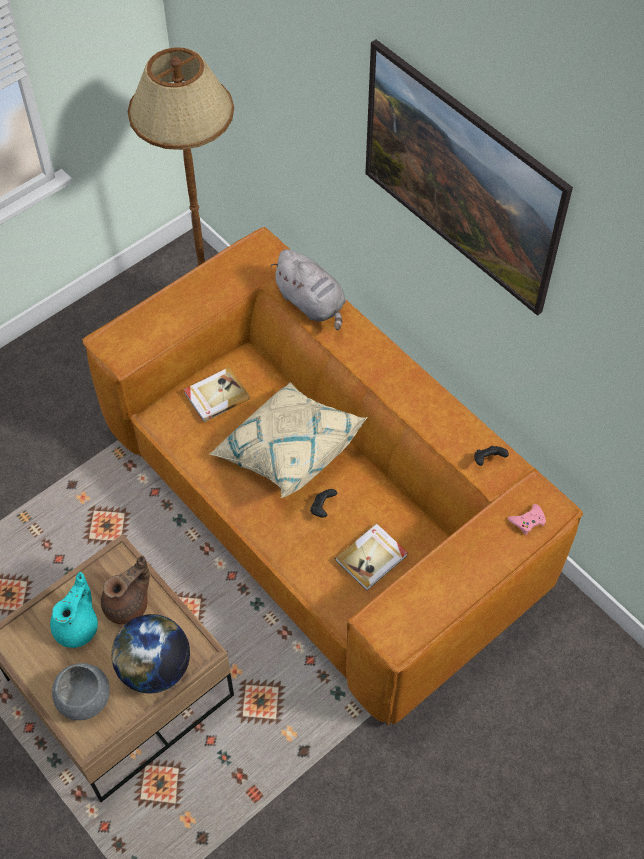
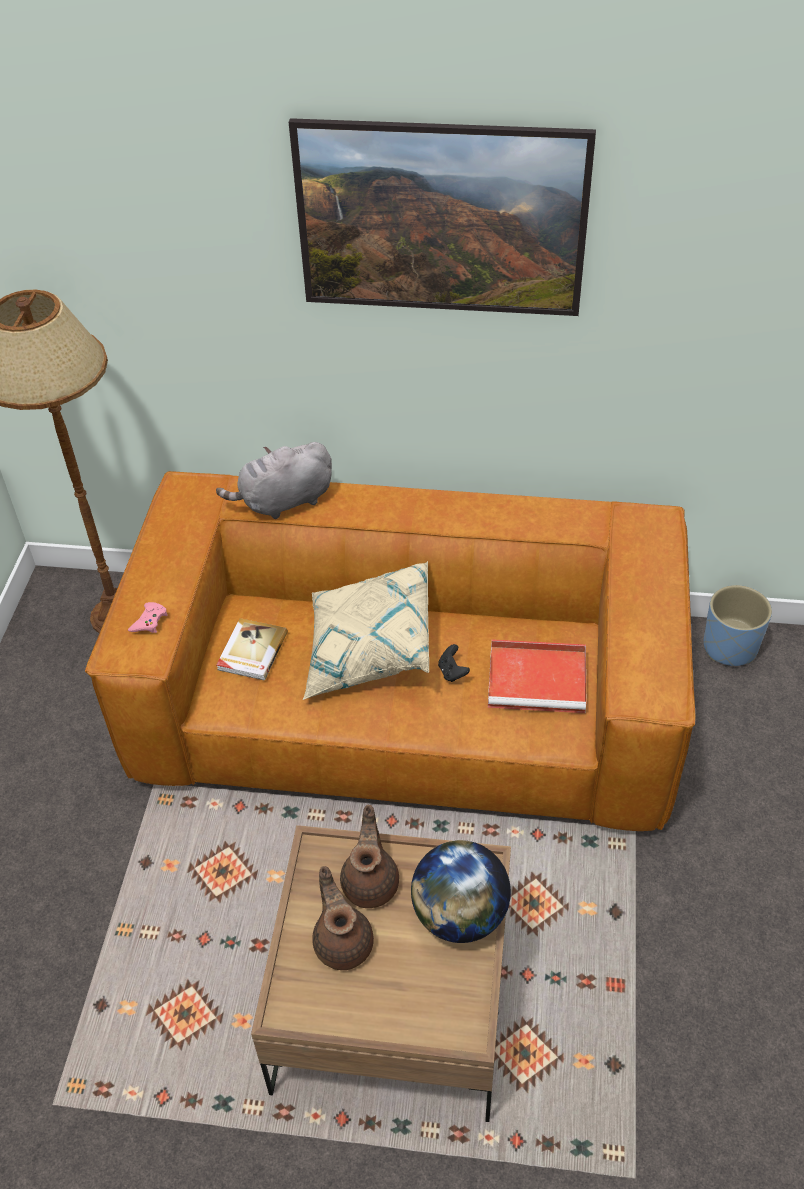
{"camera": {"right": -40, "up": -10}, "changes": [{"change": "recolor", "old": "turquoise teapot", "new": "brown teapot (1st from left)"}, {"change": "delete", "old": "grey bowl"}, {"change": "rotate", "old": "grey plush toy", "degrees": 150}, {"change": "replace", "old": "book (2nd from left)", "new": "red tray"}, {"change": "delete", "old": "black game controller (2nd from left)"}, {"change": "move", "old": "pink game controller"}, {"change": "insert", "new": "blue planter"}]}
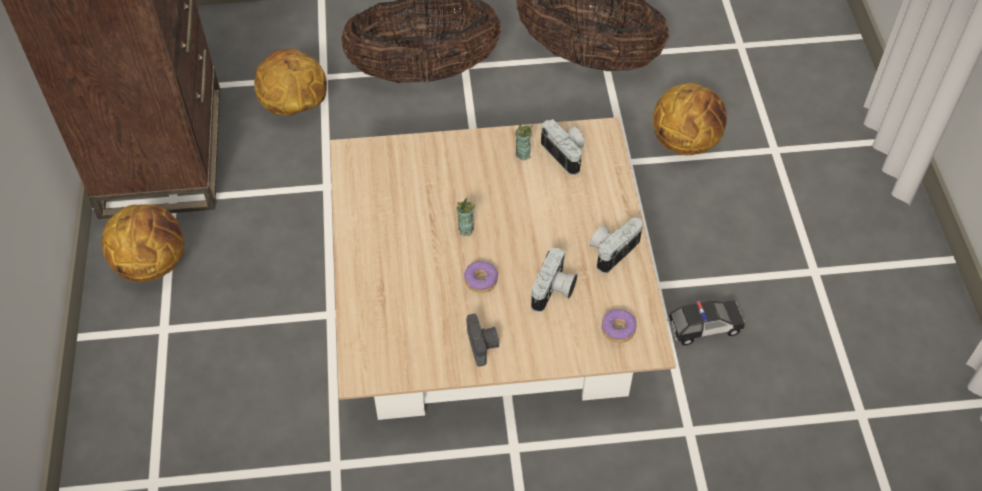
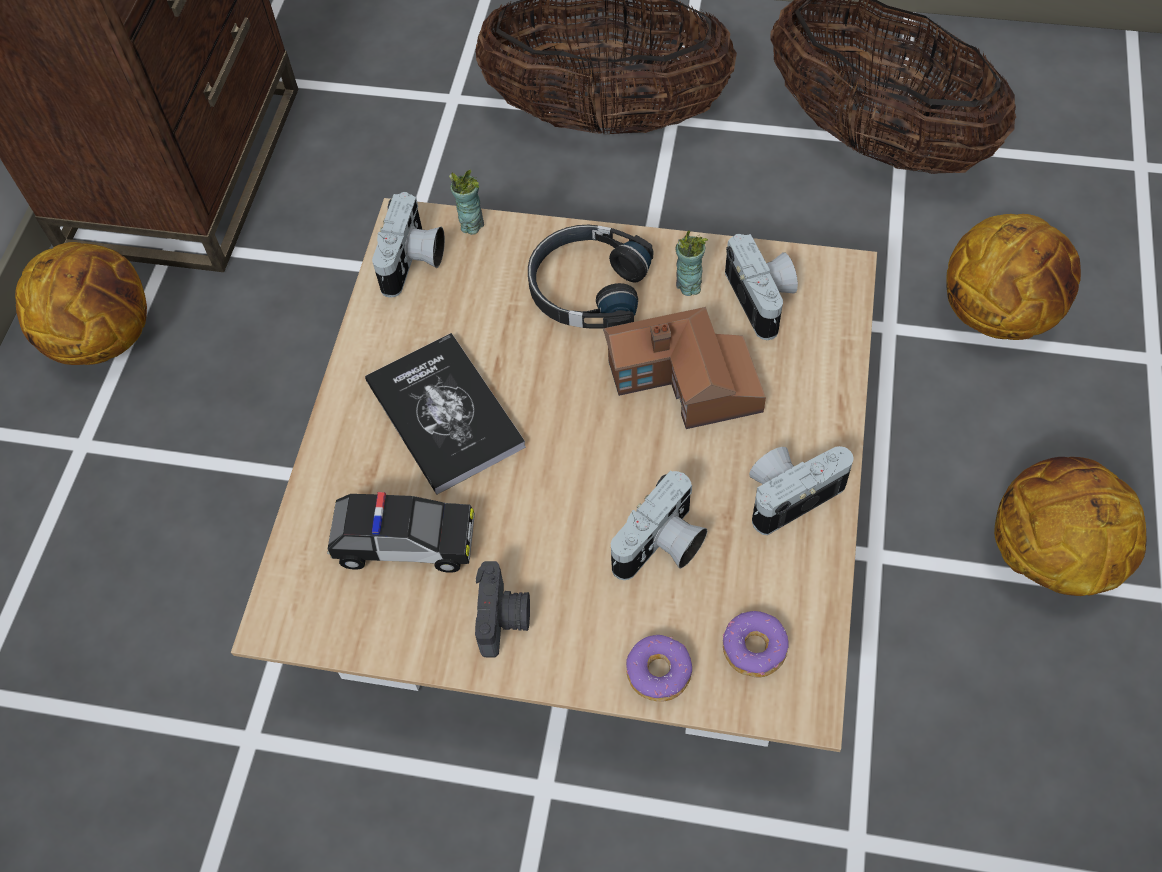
{"camera": {"right": 20, "up": 5}, "changes": [{"change": "move", "old": "basketball (2nd from left in the first image)", "new": "basketball (3rd from left)"}, {"change": "move", "old": "cup (1st from left)"}, {"change": "move", "old": "donut (1st from left)"}, {"change": "move", "old": "toy car"}, {"change": "insert", "new": "book"}, {"change": "insert", "new": "photo camera (1st from left)"}, {"change": "insert", "new": "black headphones"}, {"change": "insert", "new": "toy house"}]}
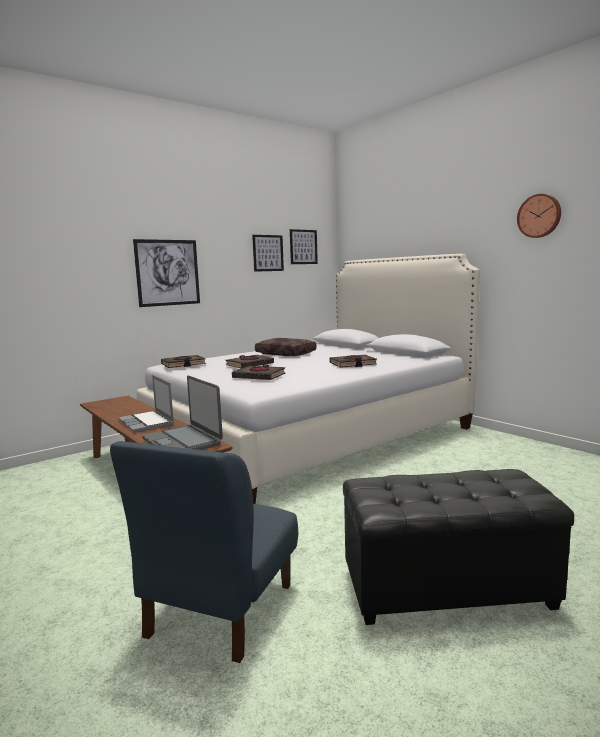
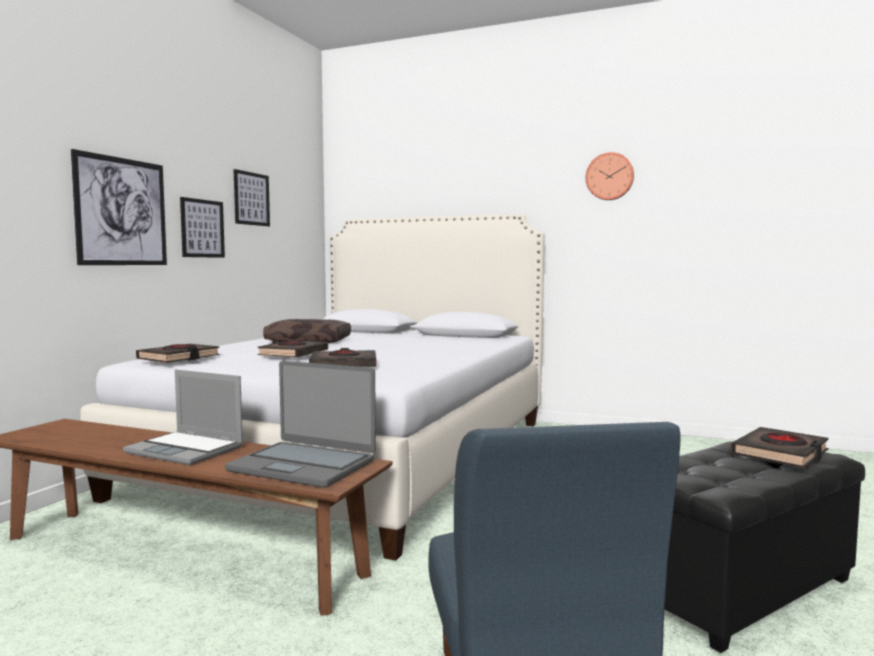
{"camera": {"right": -30, "up": -5}, "changes": [{"change": "move", "old": "picture (3rd from left in the first image)", "new": "picture (2nd from left)"}, {"change": "move", "old": "black book (4th from left)"}]}
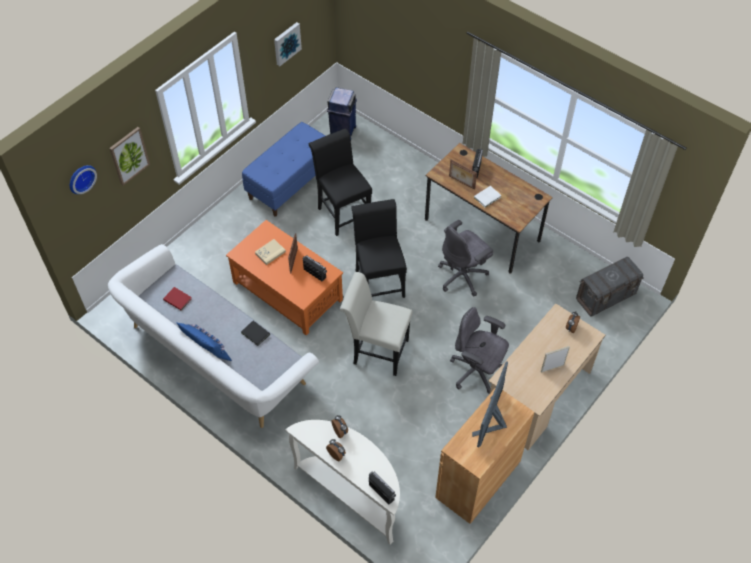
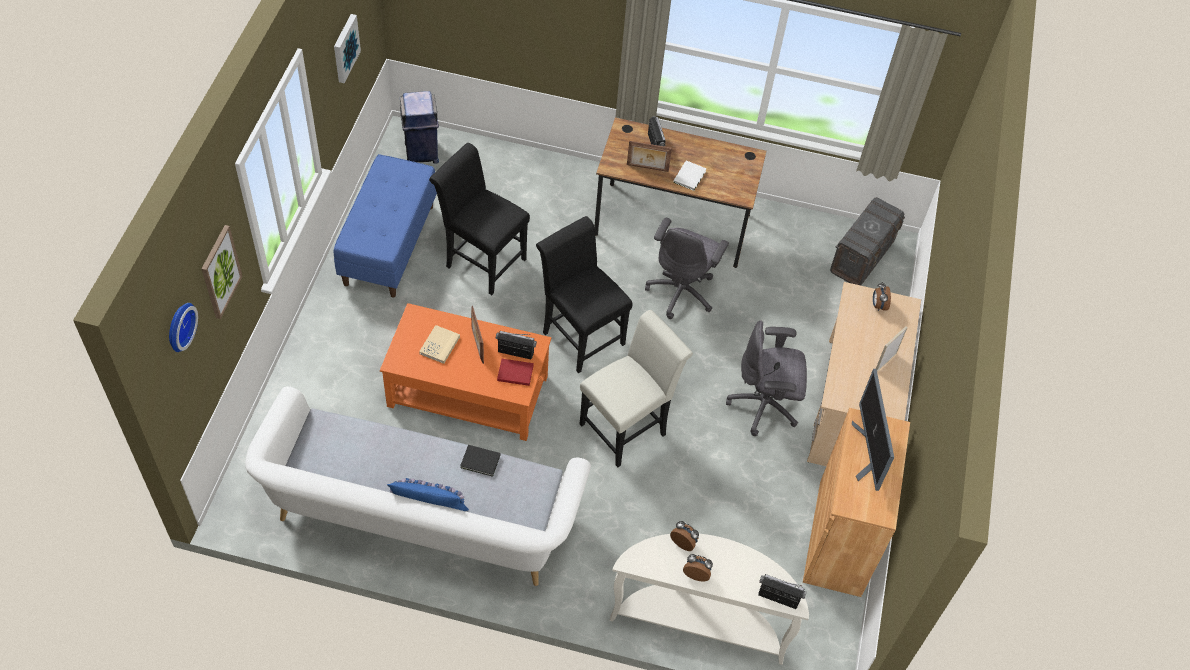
{"camera": {"right": -30, "up": 0}, "changes": [{"change": "move", "old": "red book"}, {"change": "rotate", "old": "white chair", "degrees": 150}]}
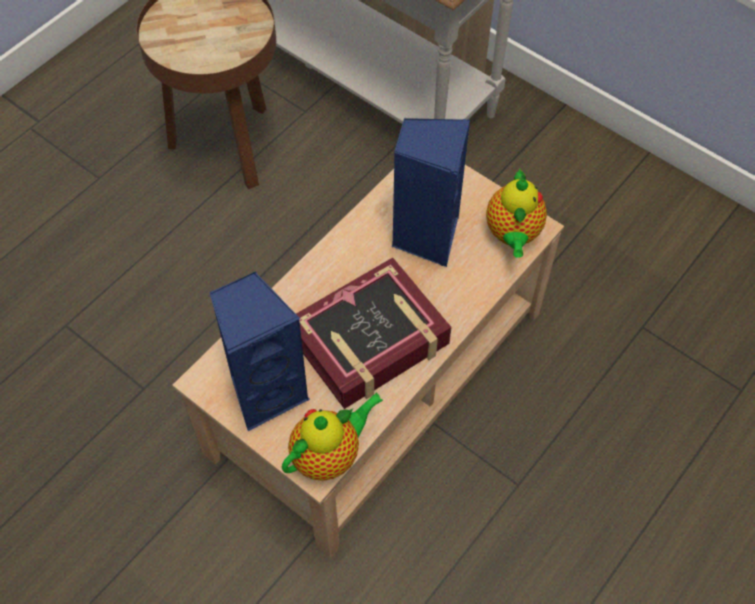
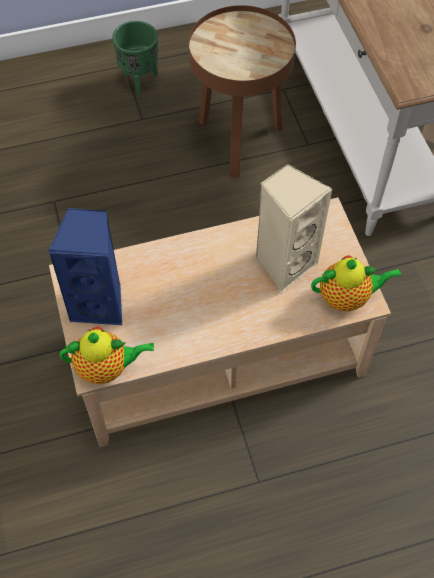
{"camera": {"right": 35, "up": 0}, "changes": [{"change": "delete", "old": "book"}, {"change": "recolor", "old": "blue speaker (2nd from left)", "new": "beige speaker"}, {"change": "rotate", "old": "teapot (2nd from left)", "degrees": -135}, {"change": "insert", "new": "green planter"}]}
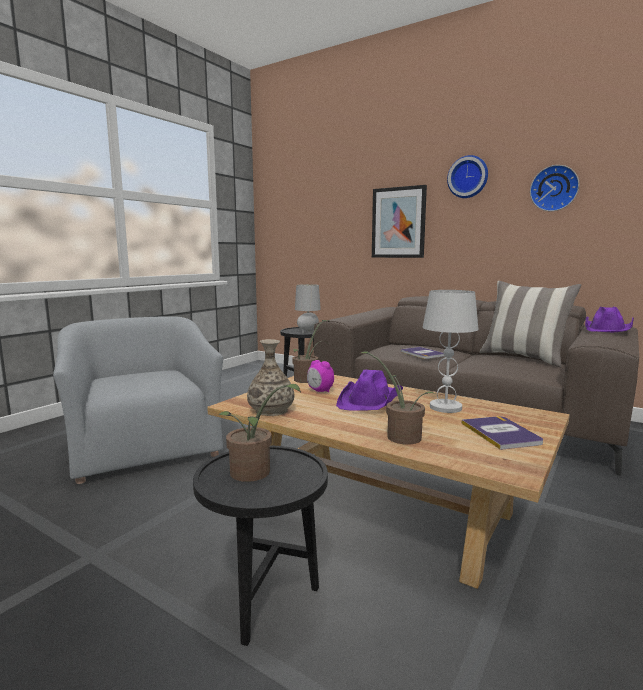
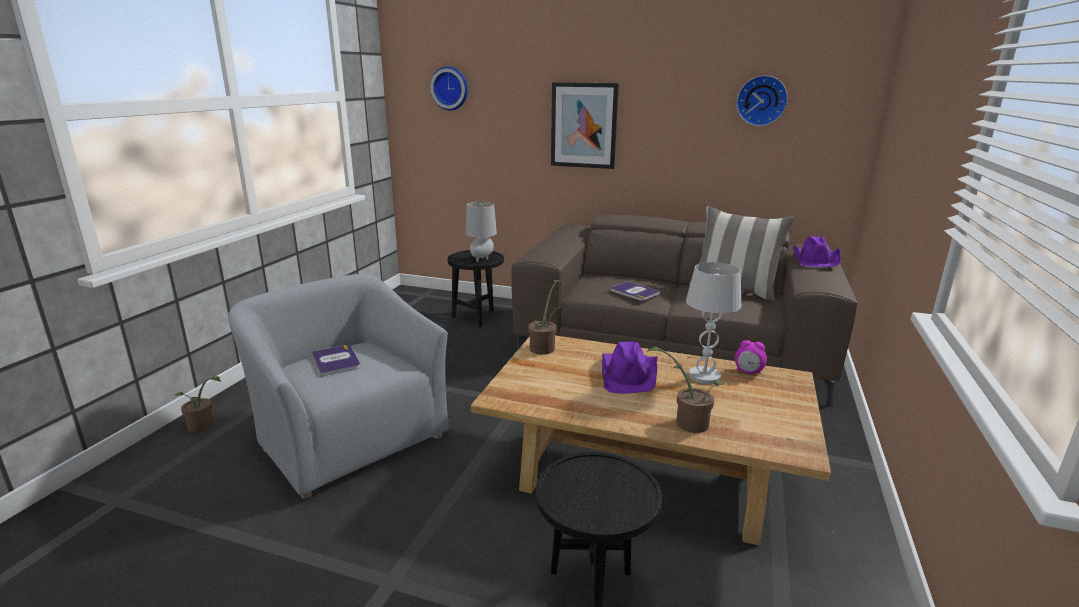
{"camera": {"right": -15, "up": 10}, "changes": [{"change": "move", "old": "potted plant (1st from left)"}, {"change": "delete", "old": "vase"}, {"change": "move", "old": "alarm clock"}, {"change": "move", "old": "wall clock (1st from left)"}, {"change": "move", "old": "book (2nd from left in the first image)", "new": "book (1st from left)"}]}
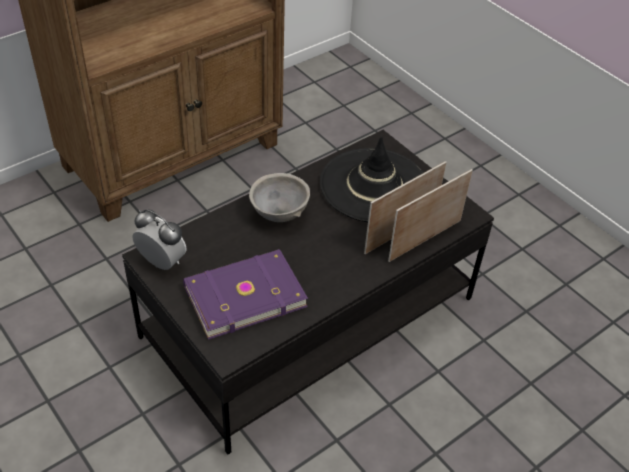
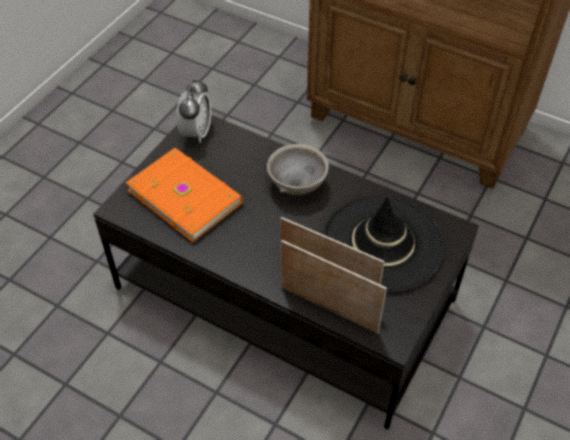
{"camera": {"right": 70, "up": 5}, "changes": [{"change": "recolor", "old": "purple book", "new": "orange book"}]}
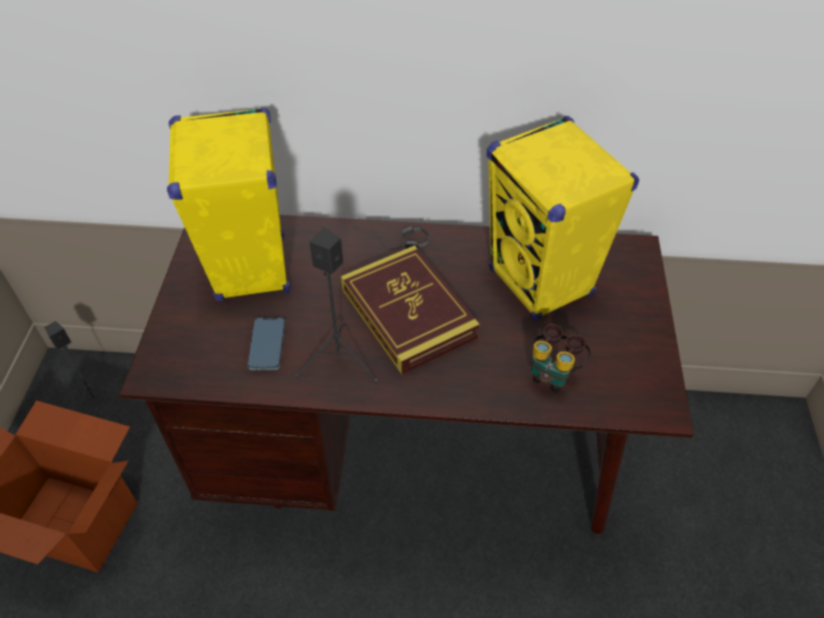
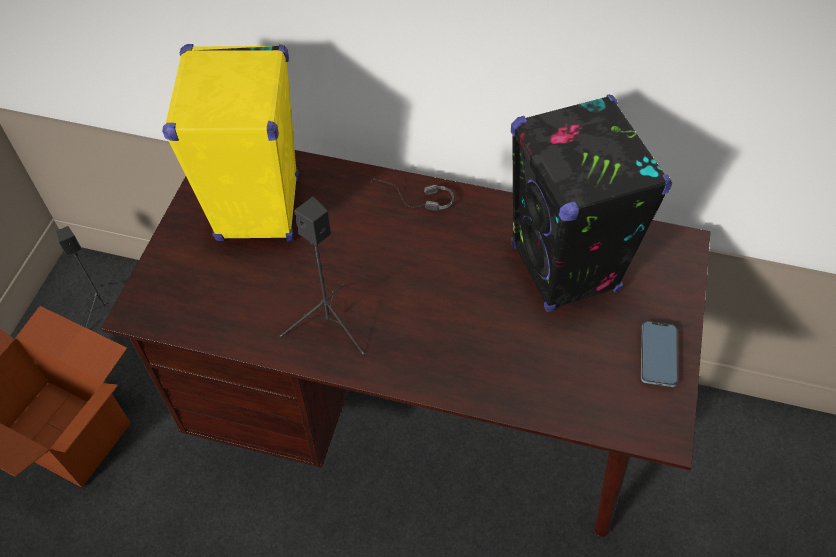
{"camera": {"right": 10, "up": 5}, "changes": [{"change": "move", "old": "phone"}, {"change": "delete", "old": "book"}, {"change": "recolor", "old": "yellow speaker (2nd from left)", "new": "black speaker (3rd from left)"}, {"change": "delete", "old": "binoculars"}]}
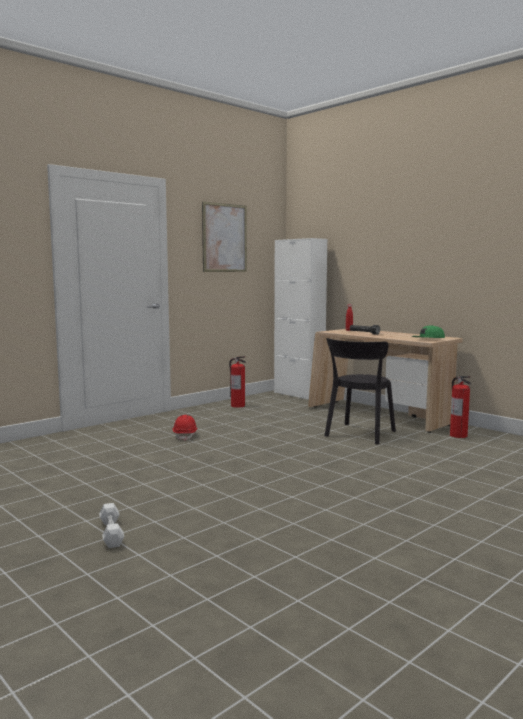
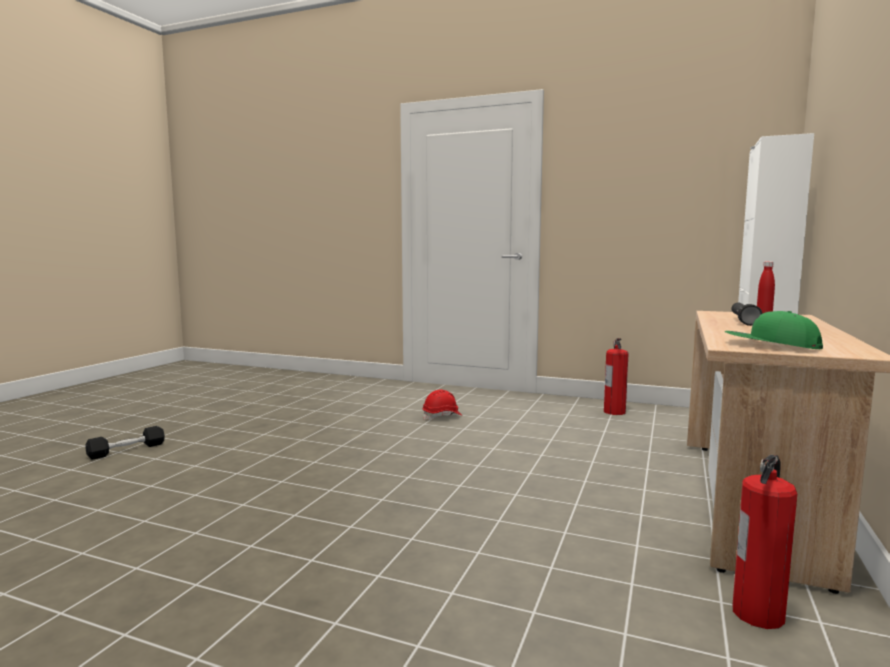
{"camera": {"right": 65, "up": 0}, "changes": [{"change": "recolor", "old": "white dumbbell", "new": "black dumbbell"}, {"change": "delete", "old": "picture"}, {"change": "delete", "old": "black chair"}]}
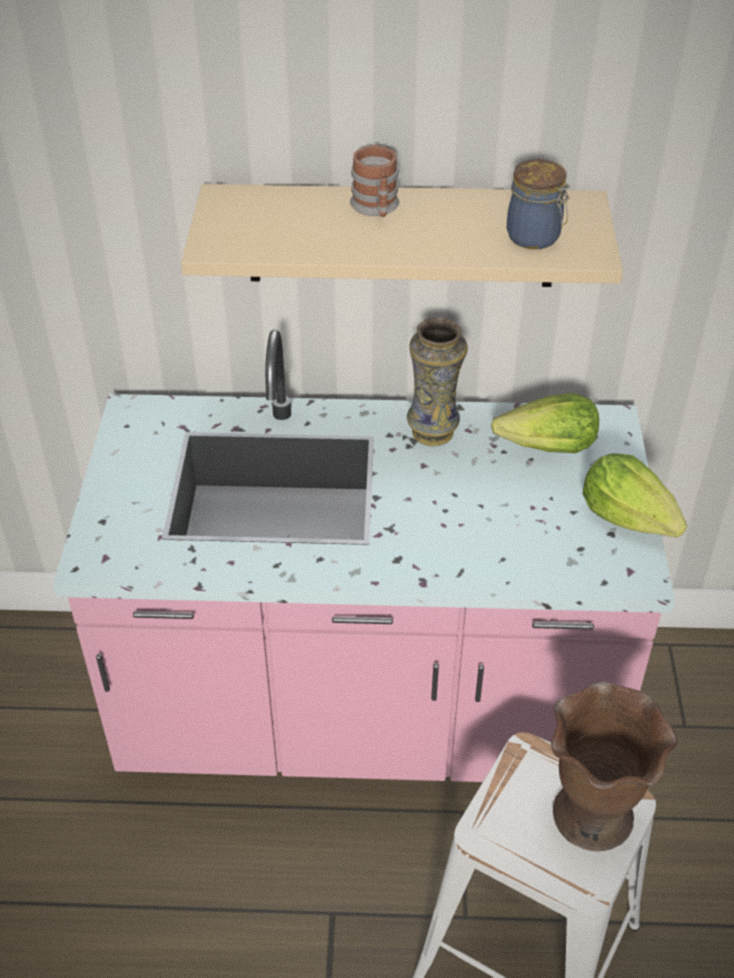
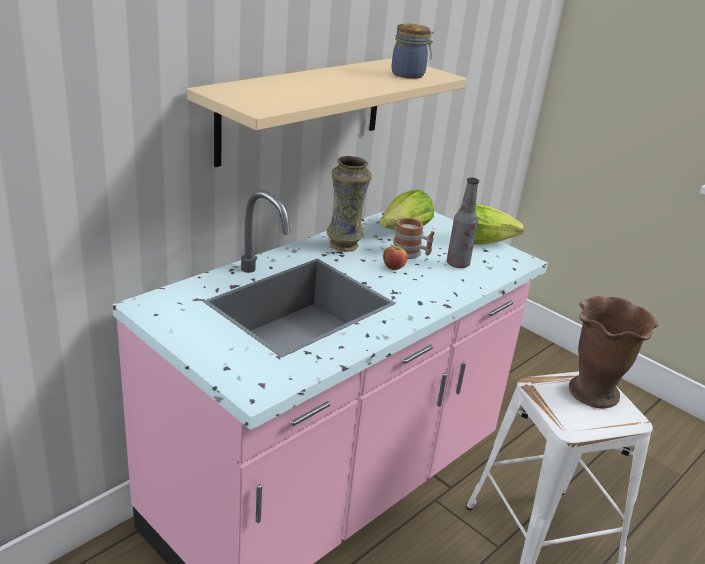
{"camera": {"right": -50, "up": -15}, "changes": [{"change": "move", "old": "mug"}, {"change": "insert", "new": "apple"}, {"change": "insert", "new": "bottle"}]}
